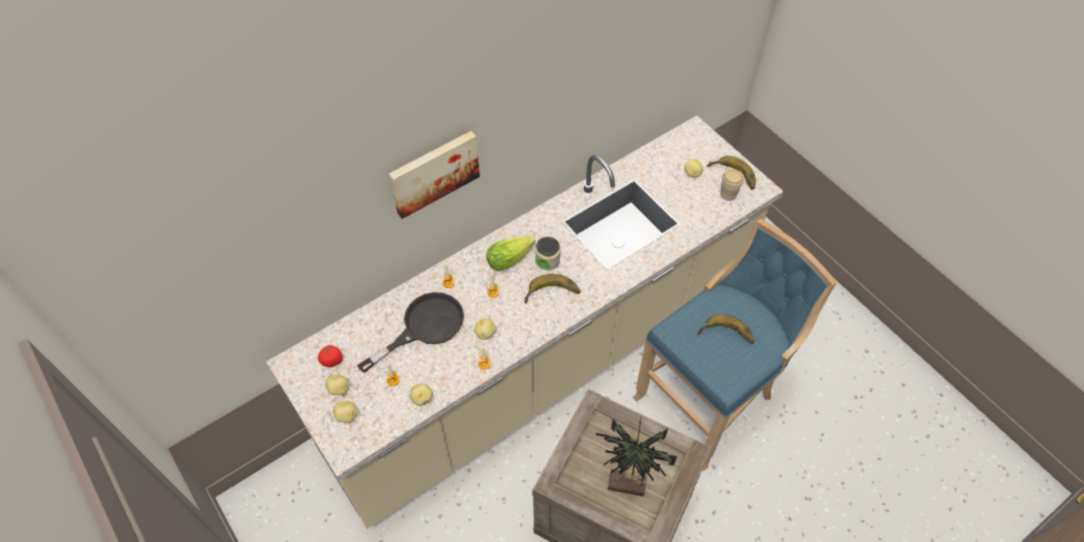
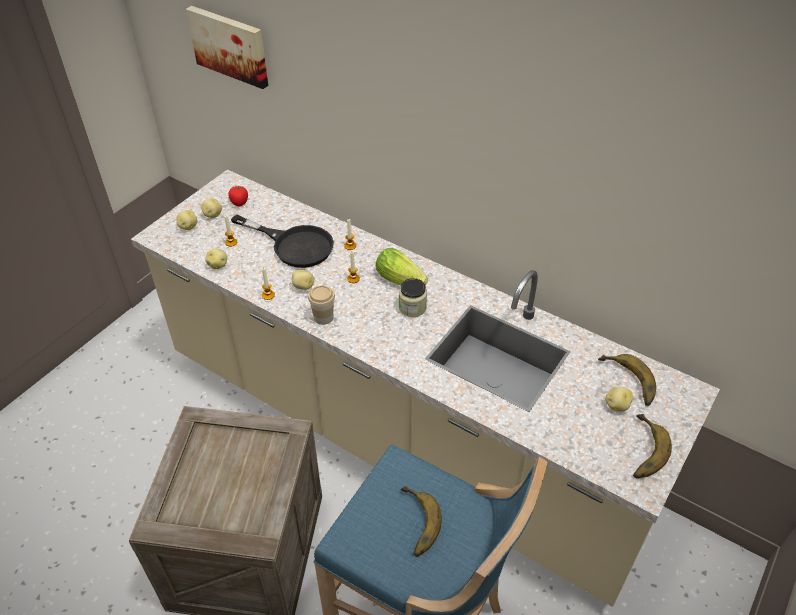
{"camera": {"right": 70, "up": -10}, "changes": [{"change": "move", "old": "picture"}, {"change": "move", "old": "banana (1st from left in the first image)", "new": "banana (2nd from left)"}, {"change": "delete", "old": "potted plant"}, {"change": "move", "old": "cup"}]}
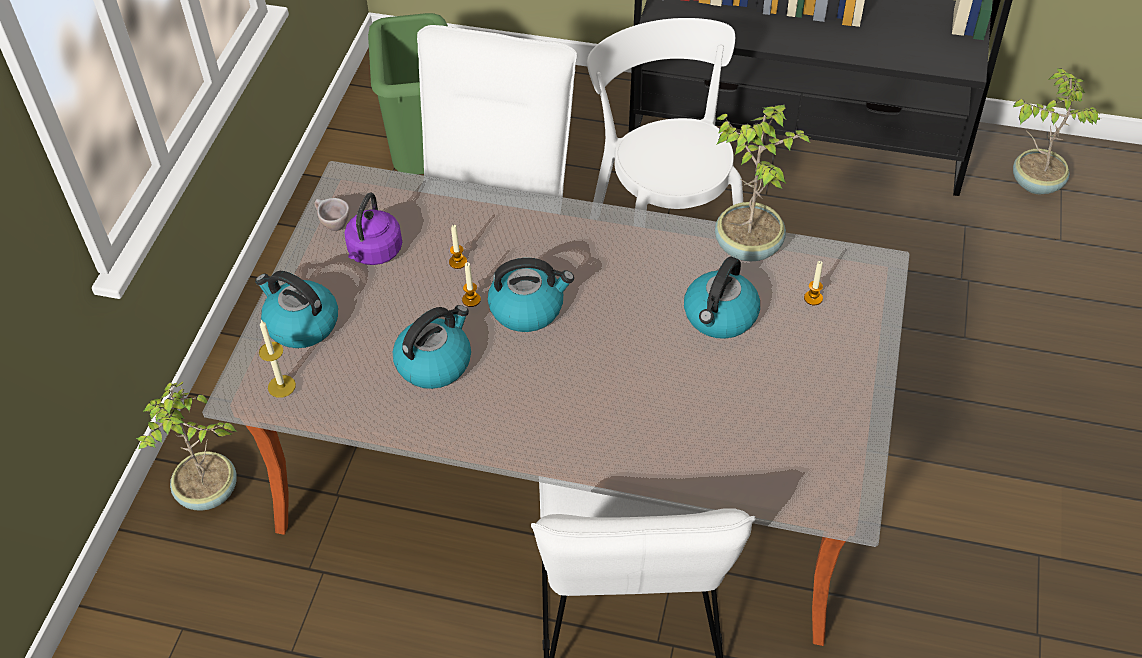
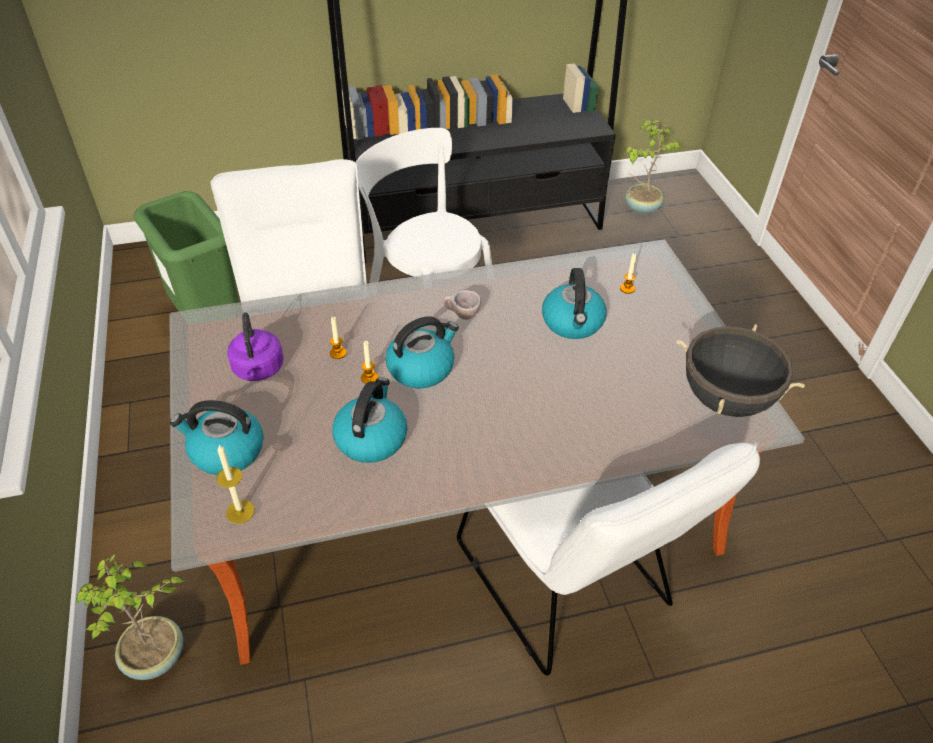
{"camera": {"right": -30, "up": -5}, "changes": [{"change": "move", "old": "beige cup"}, {"change": "delete", "old": "potted plant (2nd from left)"}, {"change": "insert", "new": "black cooking pot"}]}
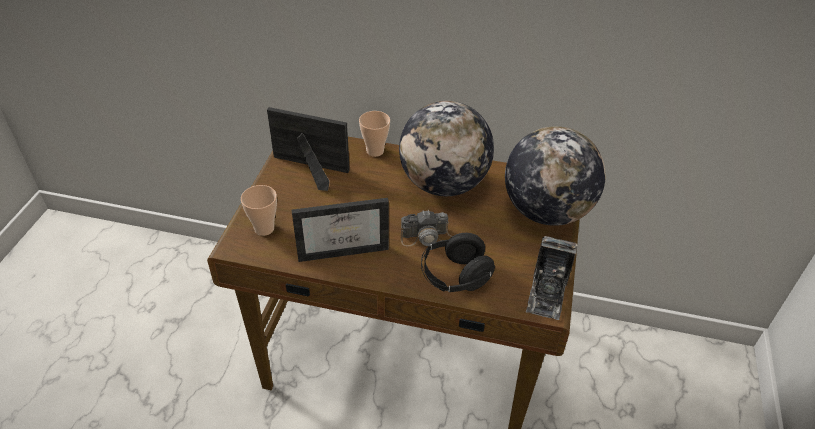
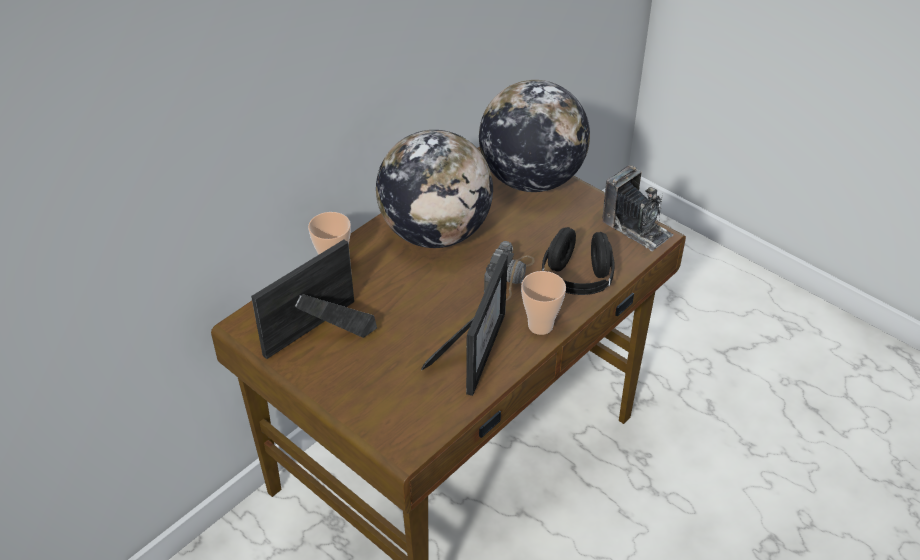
{"camera": {"right": -60, "up": 0}, "changes": [{"change": "move", "old": "cup (1st from left in the first image)", "new": "cup (2nd from left)"}]}
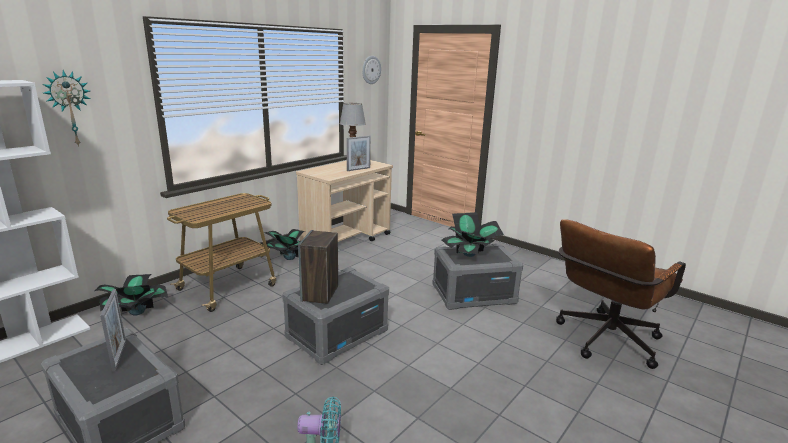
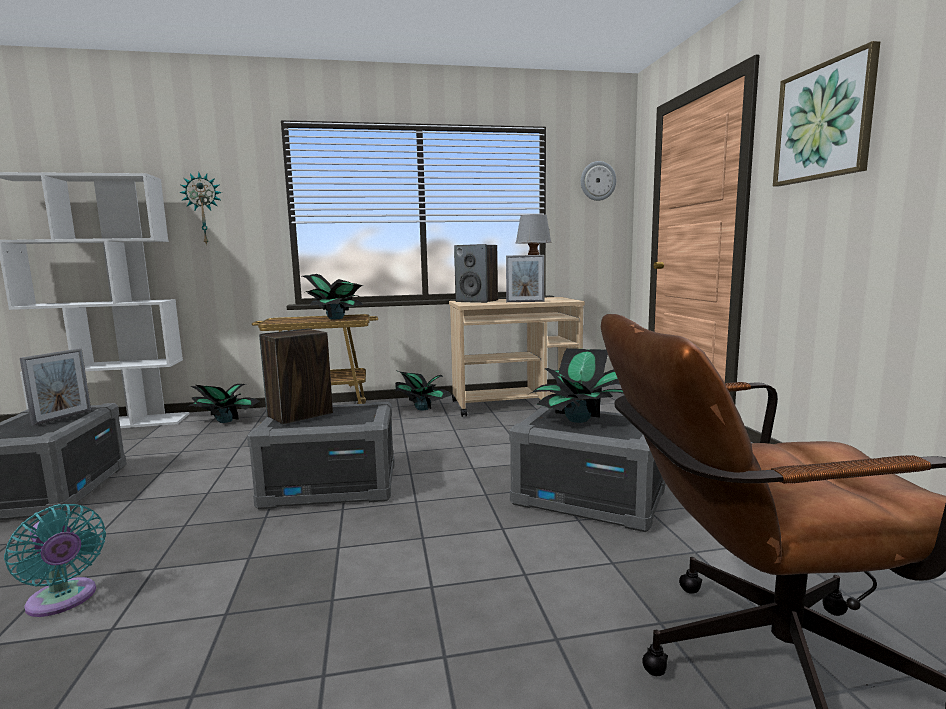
{"camera": {"right": 40, "up": -10}, "changes": [{"change": "insert", "new": "potted plant (2nd from left)"}, {"change": "insert", "new": "speaker (2nd from left)"}, {"change": "insert", "new": "picture"}]}
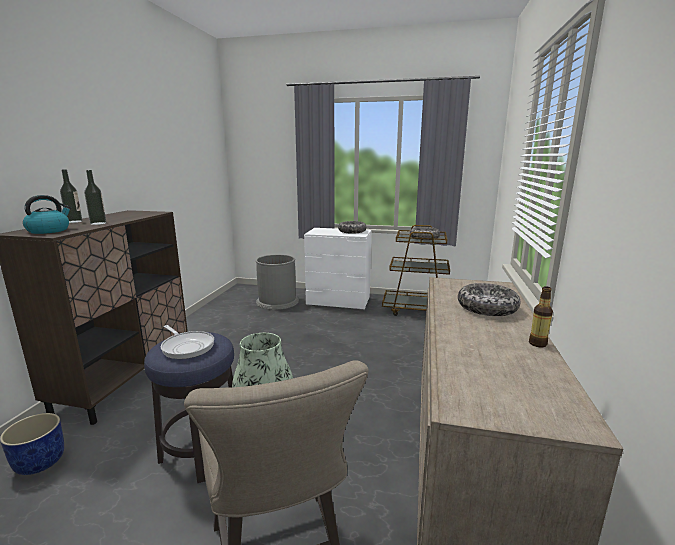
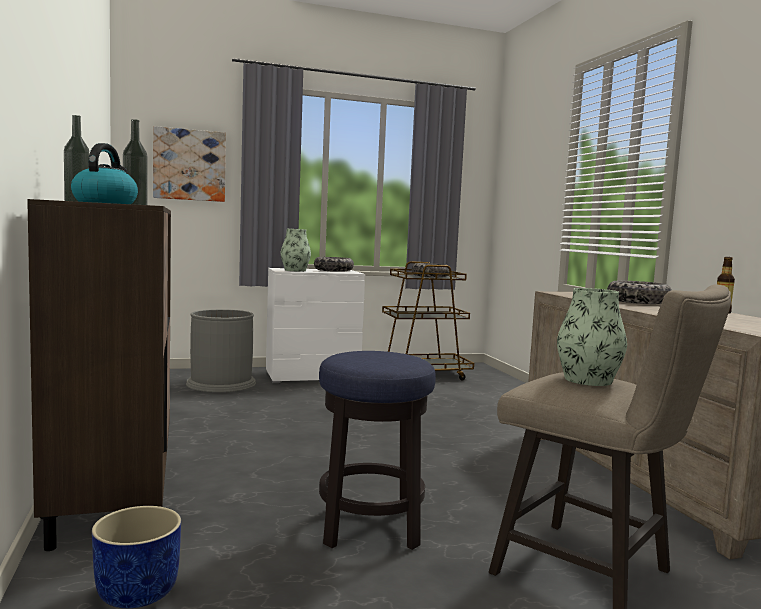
{"camera": {"right": -30, "up": -10}, "changes": [{"change": "delete", "old": "frying pan"}, {"change": "insert", "new": "picture"}, {"change": "insert", "new": "vase (1st from left)"}]}
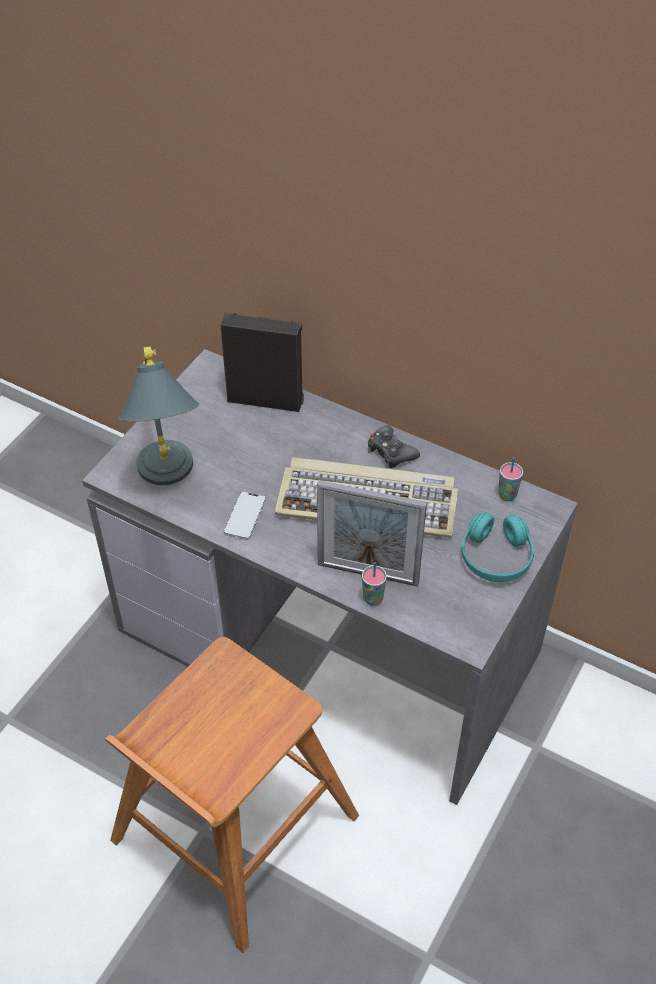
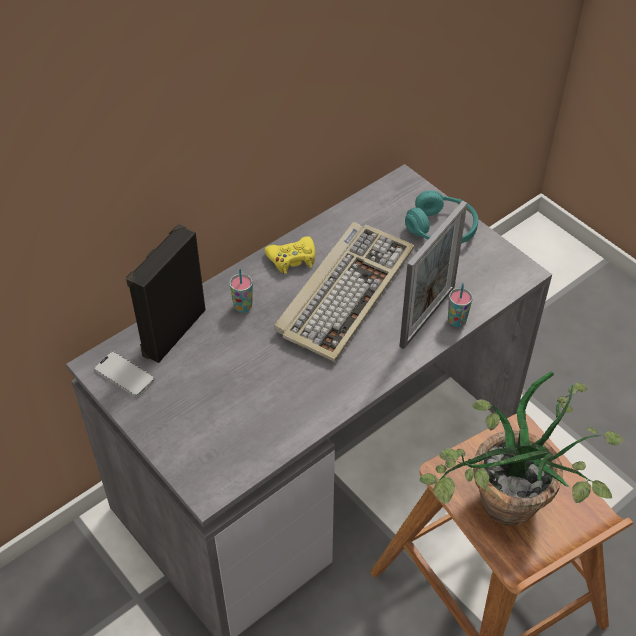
{"camera": {"right": -70, "up": 0}, "changes": [{"change": "delete", "old": "grey table lamp"}, {"change": "move", "old": "phone"}, {"change": "recolor", "old": "black game controller", "new": "yellow game controller"}, {"change": "move", "old": "cup (2nd from left in the first image)", "new": "cup (1st from left)"}, {"change": "insert", "new": "potted plant"}]}
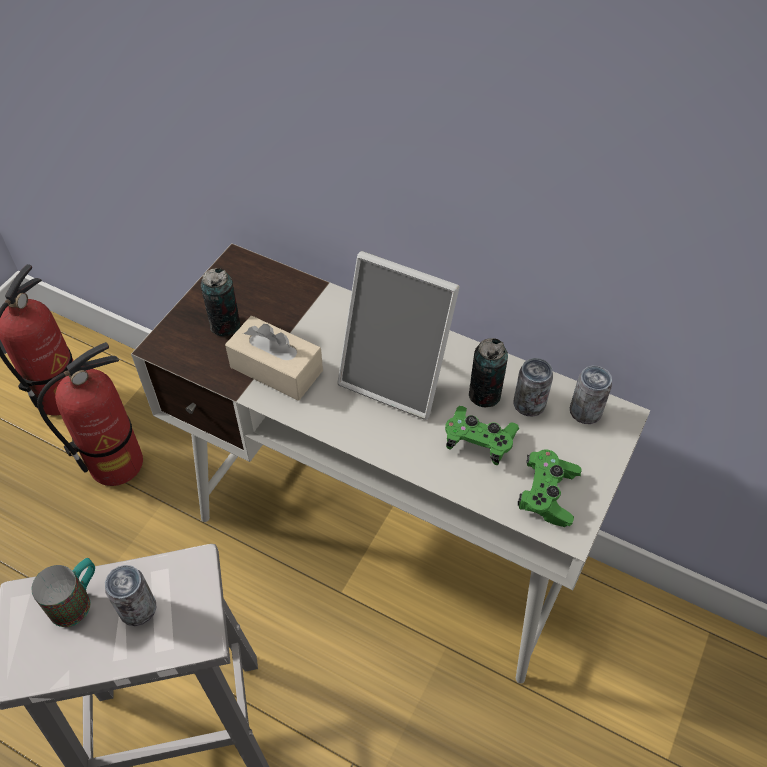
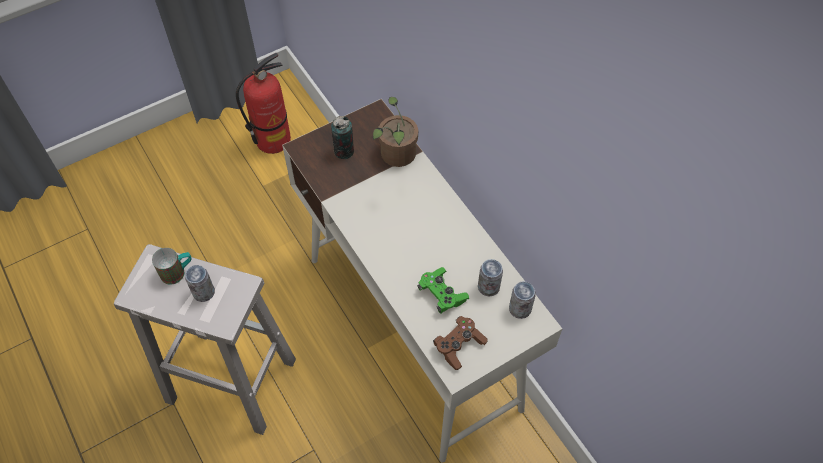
{"camera": {"right": 30, "up": 5}, "changes": [{"change": "delete", "old": "fire extinguisher (2nd from left)"}, {"change": "delete", "old": "beige tissue box"}, {"change": "delete", "old": "picture frame"}, {"change": "delete", "old": "can (3rd from left)"}, {"change": "recolor", "old": "green game controller (2nd from left)", "new": "brown game controller"}, {"change": "insert", "new": "potted plant"}]}
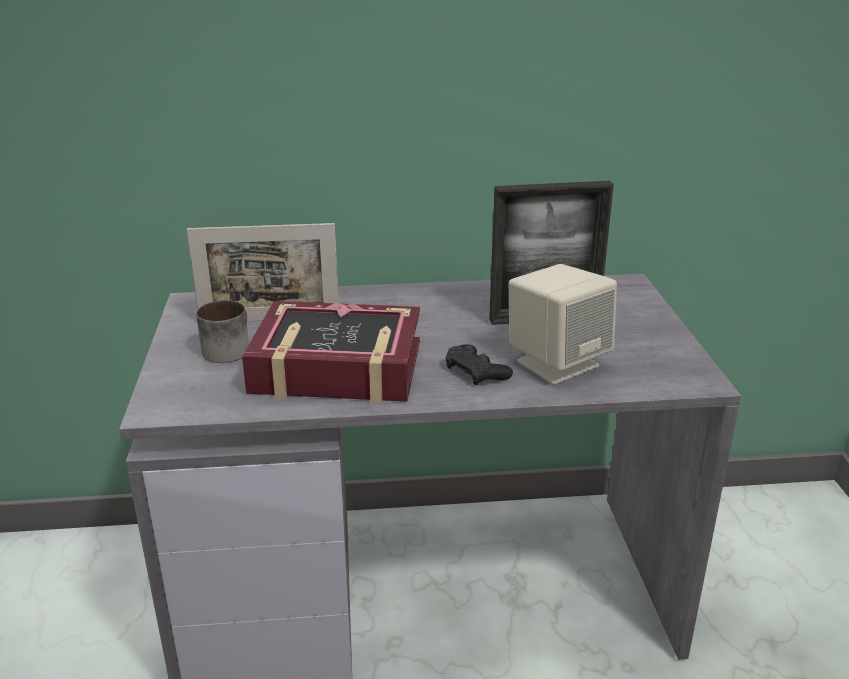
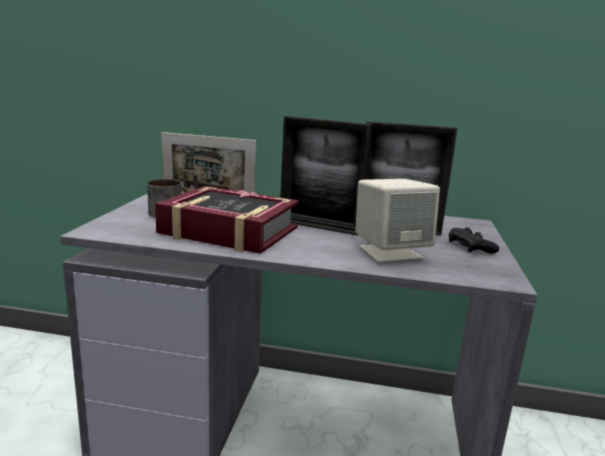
{"camera": {"right": 15, "up": -10}, "changes": [{"change": "move", "old": "black game controller"}, {"change": "insert", "new": "picture frame (2nd from left)"}]}
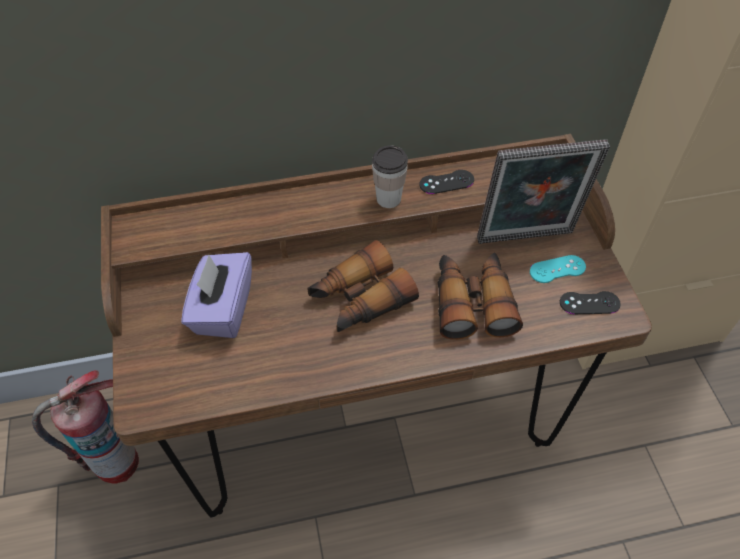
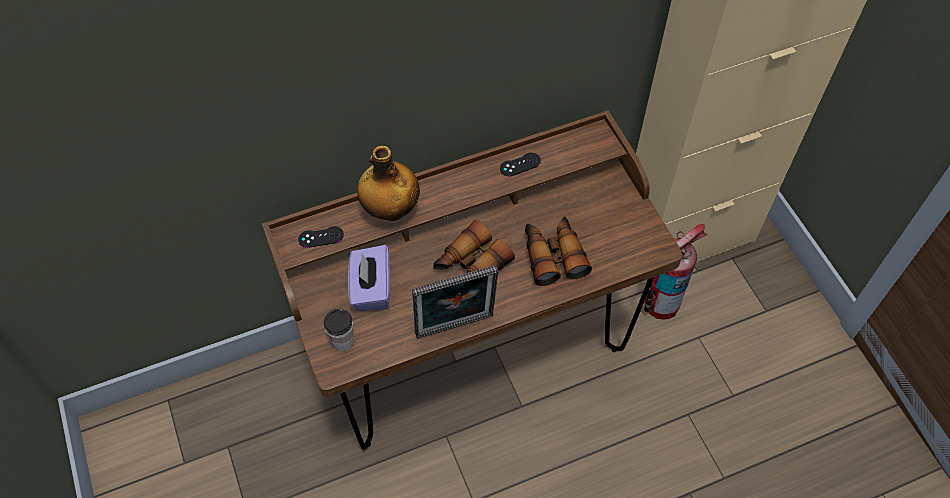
{"camera": {"right": -10, "up": 5}, "changes": [{"change": "move", "old": "fire extinguisher"}, {"change": "move", "old": "cup"}, {"change": "move", "old": "picture frame"}, {"change": "delete", "old": "turquoise game controller"}, {"change": "move", "old": "black game controller (2nd from left in the first image)", "new": "black game controller (1st from left)"}, {"change": "insert", "new": "bottle"}]}
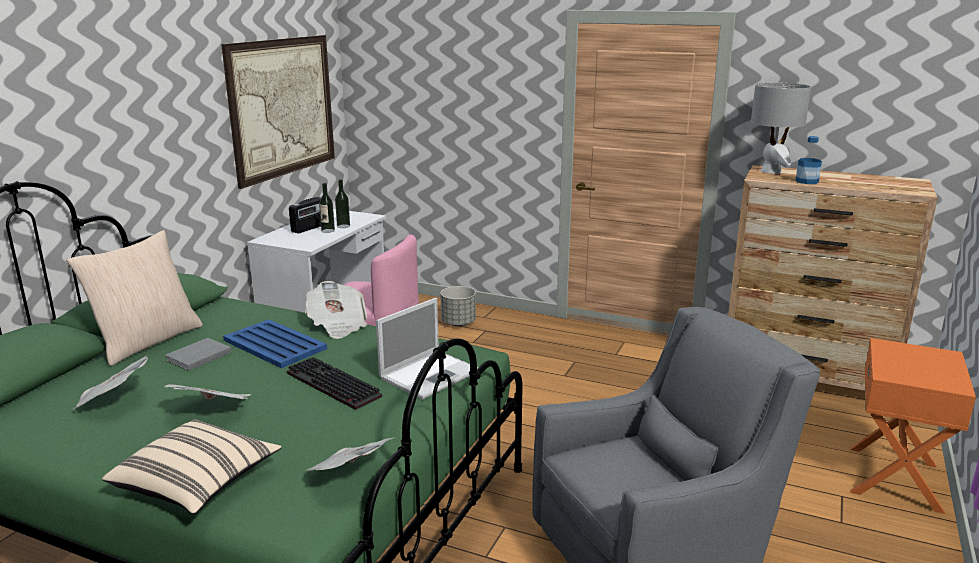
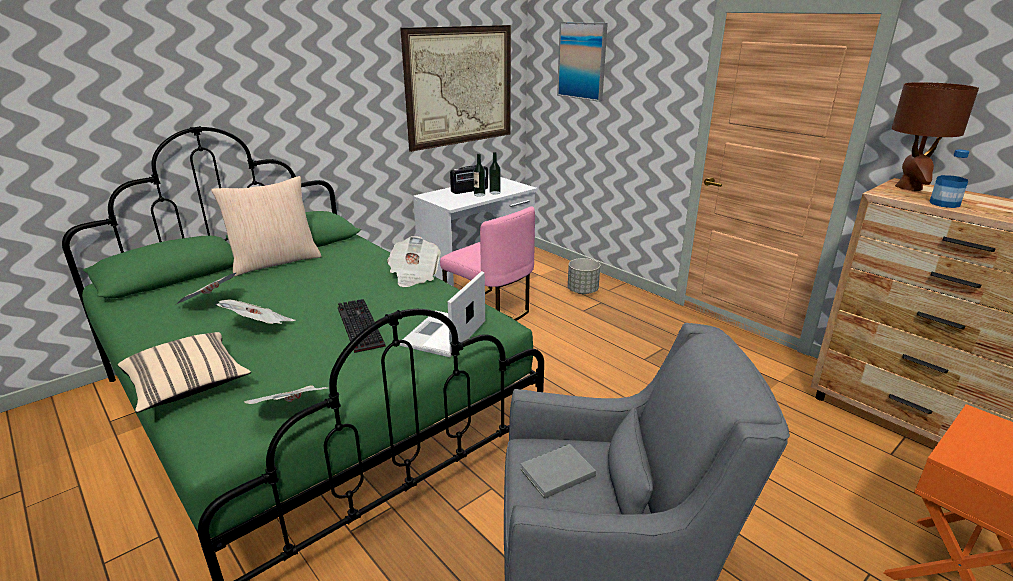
{"camera": {"right": 25, "up": 5}, "changes": [{"change": "move", "old": "grey book"}, {"change": "delete", "old": "blue tray"}, {"change": "rotate", "old": "laptop", "degrees": 135}, {"change": "recolor", "old": "grey table lamp", "new": "brown table lamp"}, {"change": "insert", "new": "picture (2nd from left)"}]}
